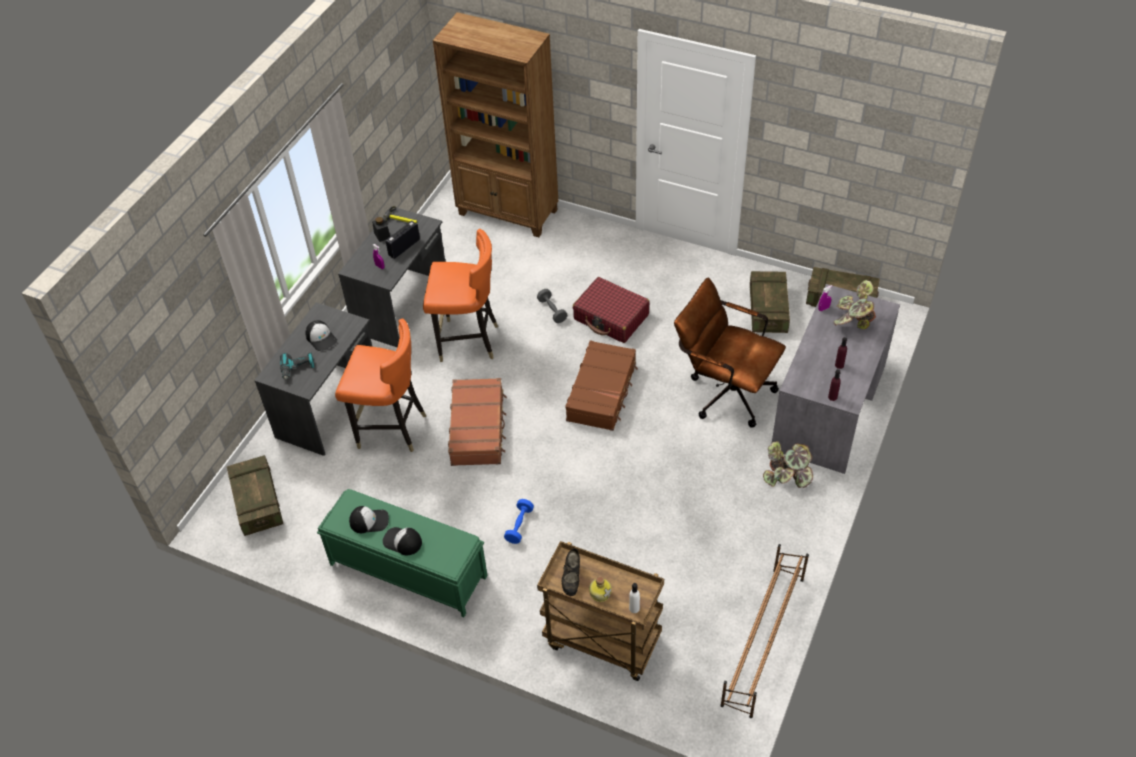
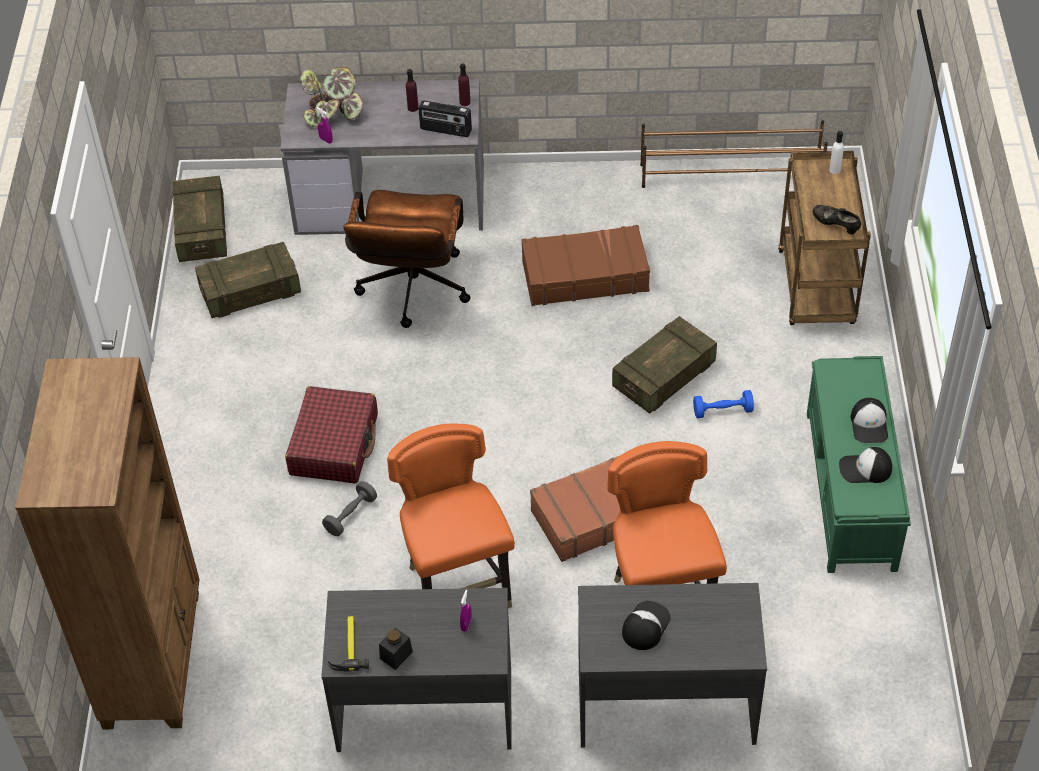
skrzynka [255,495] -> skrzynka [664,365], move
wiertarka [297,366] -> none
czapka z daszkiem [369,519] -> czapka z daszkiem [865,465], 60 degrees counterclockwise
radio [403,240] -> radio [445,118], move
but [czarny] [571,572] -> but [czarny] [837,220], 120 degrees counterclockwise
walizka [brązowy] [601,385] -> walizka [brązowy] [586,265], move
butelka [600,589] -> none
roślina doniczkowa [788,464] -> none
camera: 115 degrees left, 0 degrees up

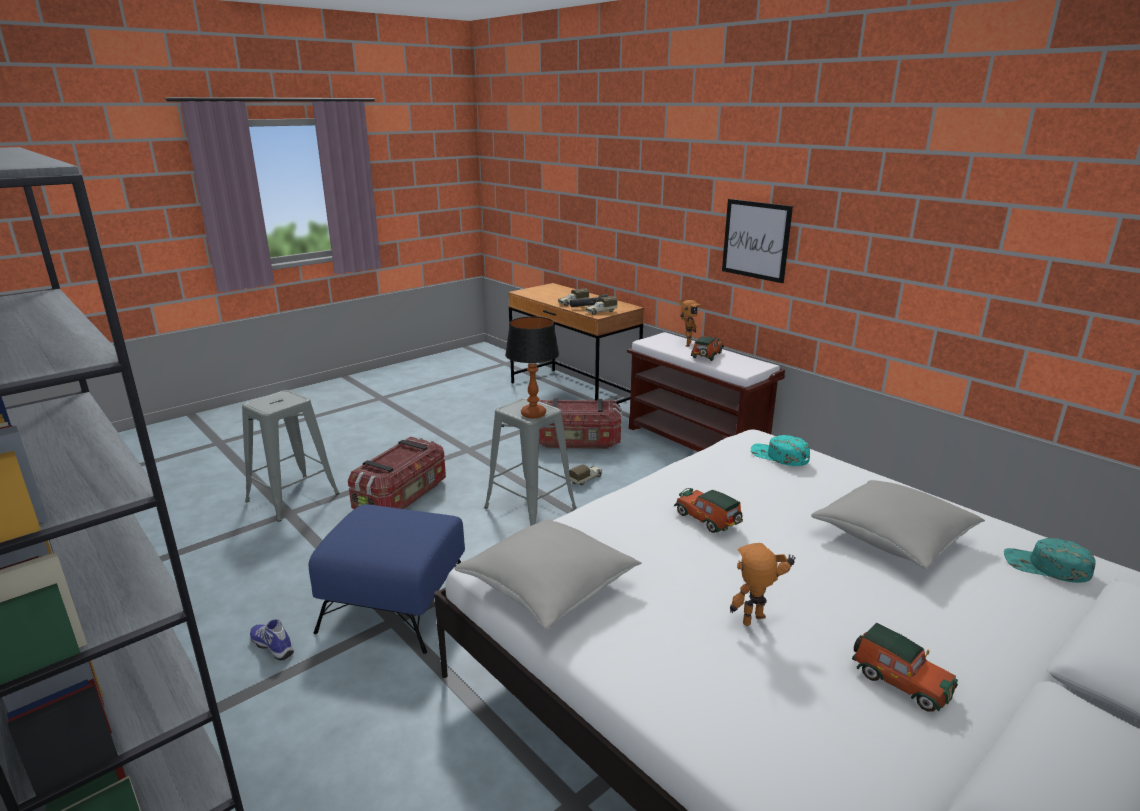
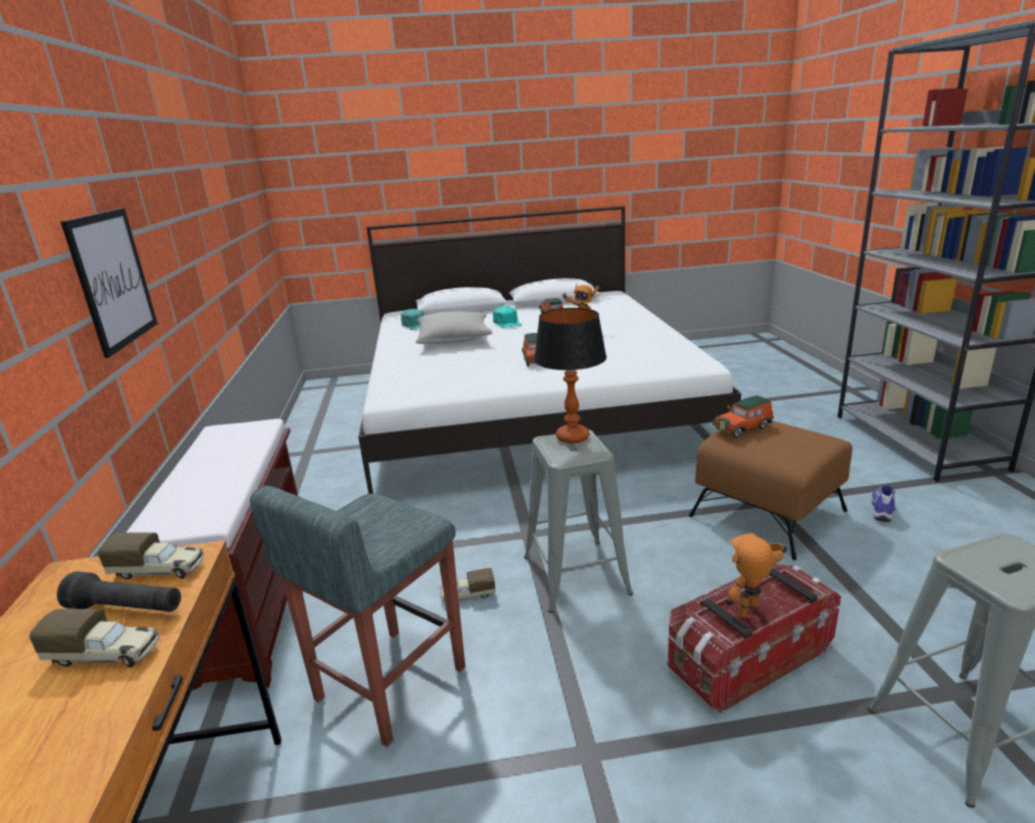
but [272,640] -> but [884,503], 135 degrees counterclockwise
pufa [niebieski] [387,579] -> pufa [brązowy] [770,490]
poduszka [szary] [547,574] -> none
pojemnik do przechowywania [581,423] -> stołek [szary] [357,616]
robot zabawkowy [690,322] -> robot zabawkowy [756,575], move
samochodzik [707,348] -> samochodzik [743,416], move
czapka z daszkiem [turkusowy] [780,450] -> czapka z daszkiem [turkusowy] [507,317], move
camera: 145 degrees left, 0 degrees up

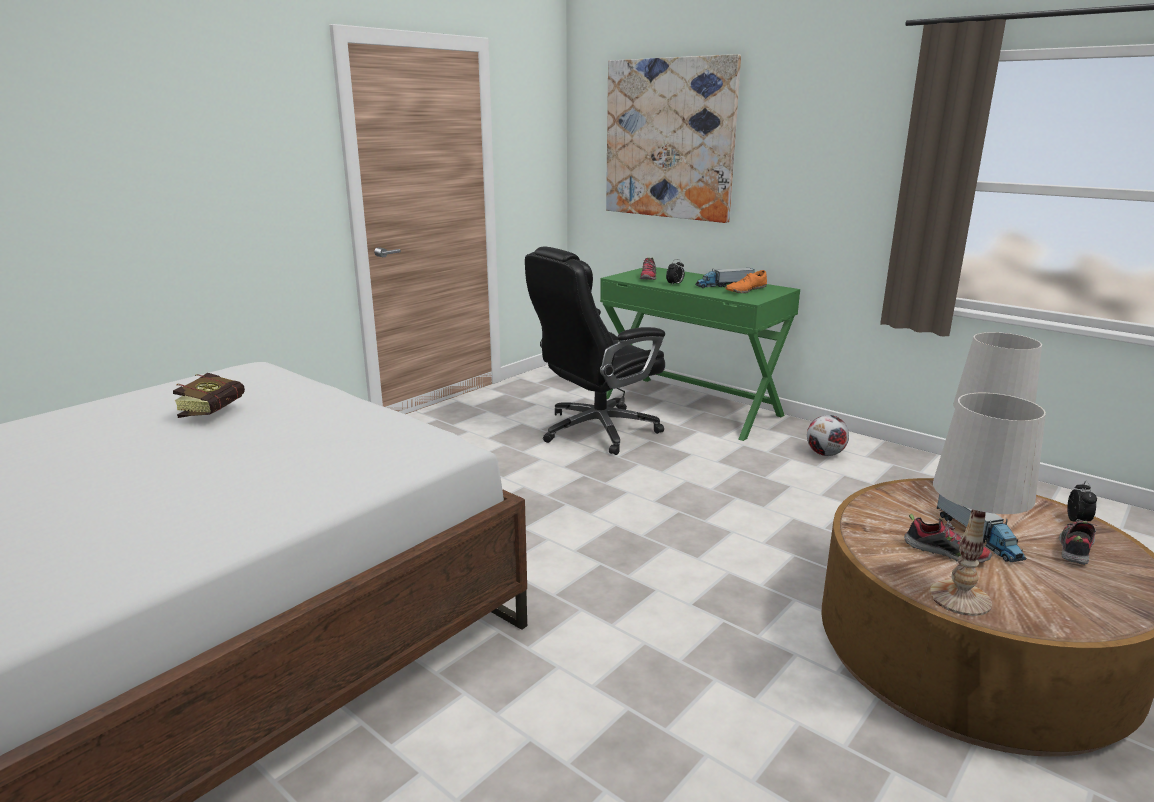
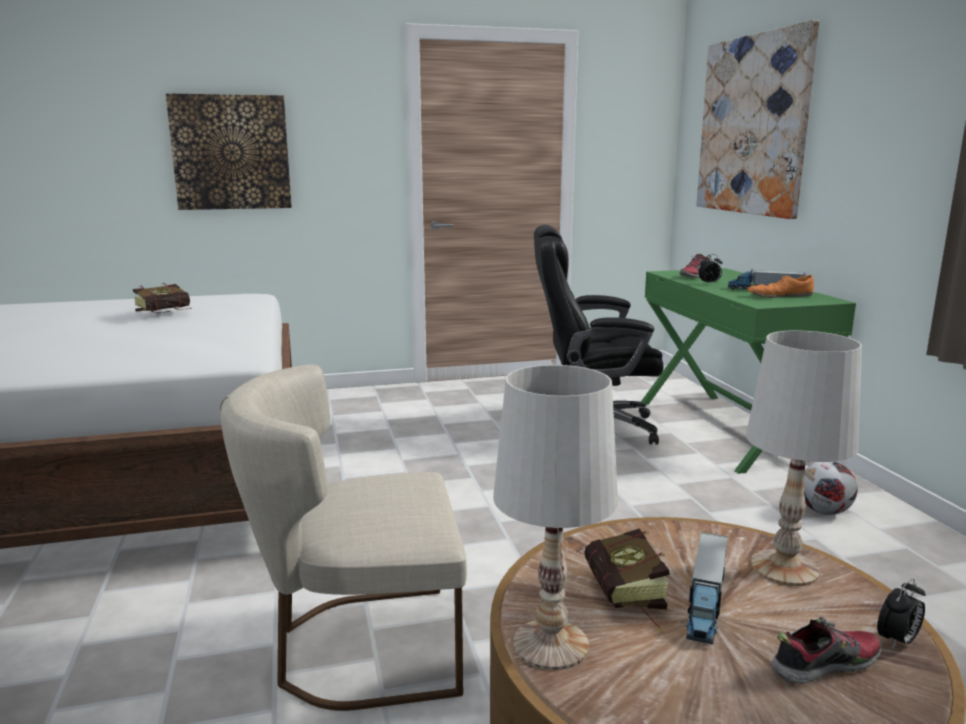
but [948,538] -> książka [627,580]
none -> obraz [229,151]
none -> krzesło [beżowy] [343,537]
camera: 35 degrees right, 5 degrees down

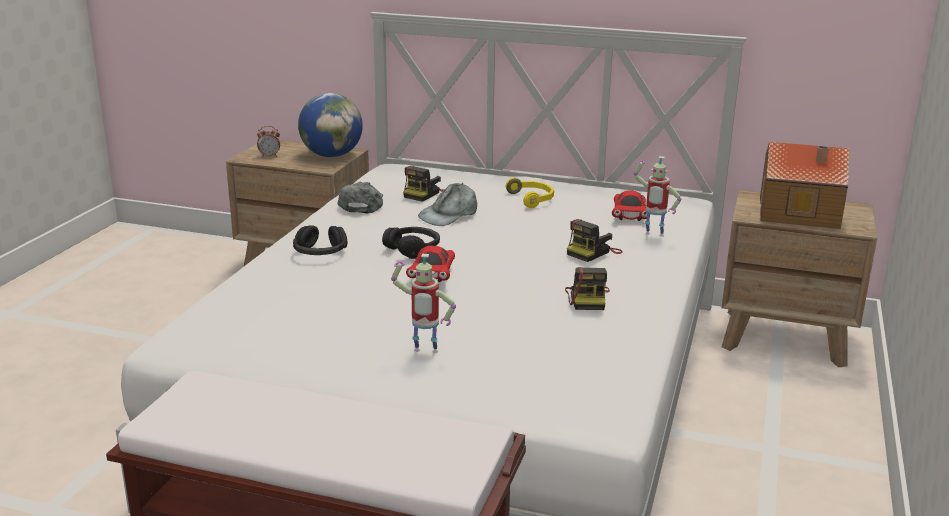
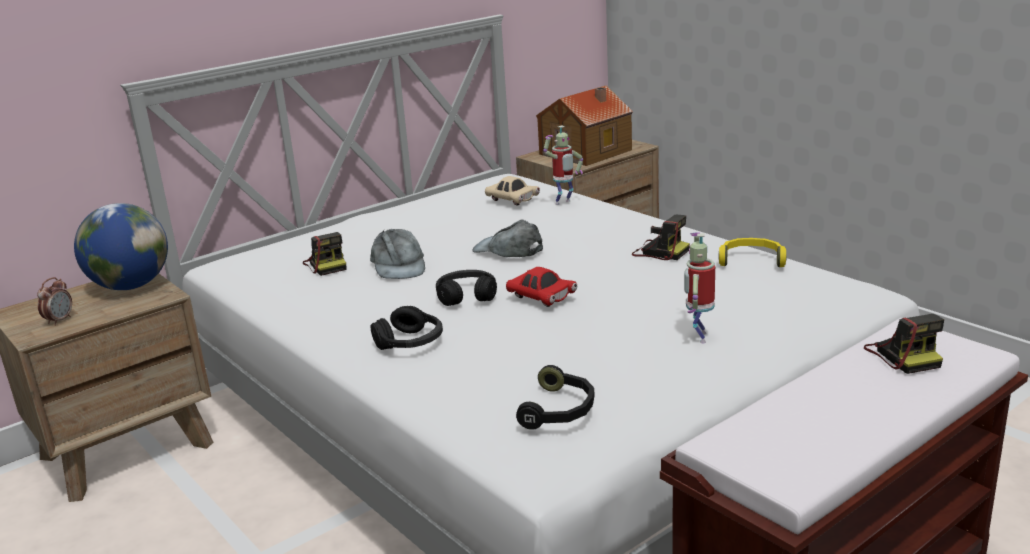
czapka z daszkiem [szary] [360,198] -> czapka z daszkiem [szary] [507,238], move
robot zabawkowy [423,303] -> robot zabawkowy [699,287], 150 degrees clockwise
słuchawki [żółty] [530,193] -> słuchawki [żółty] [752,252], move
aparat fotograficzny [595,240] -> aparat fotograficzny [904,344], move
samochodzik [czerwony] [629,205] -> samochodzik [beżowy] [512,191]
none -> słuchawki [czarny] [555,397]
camera: 55 degrees left, 0 degrees up

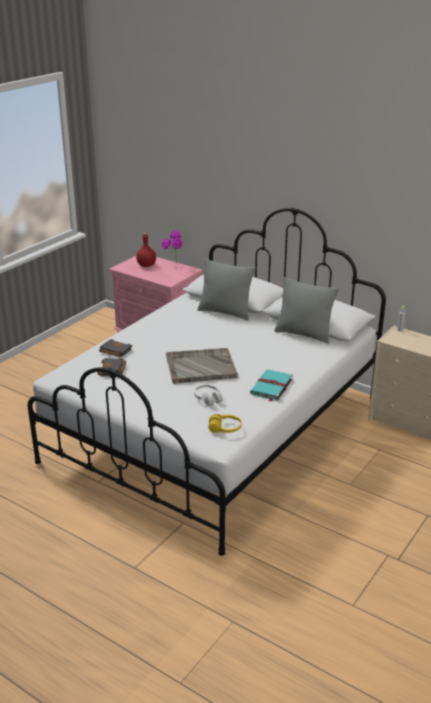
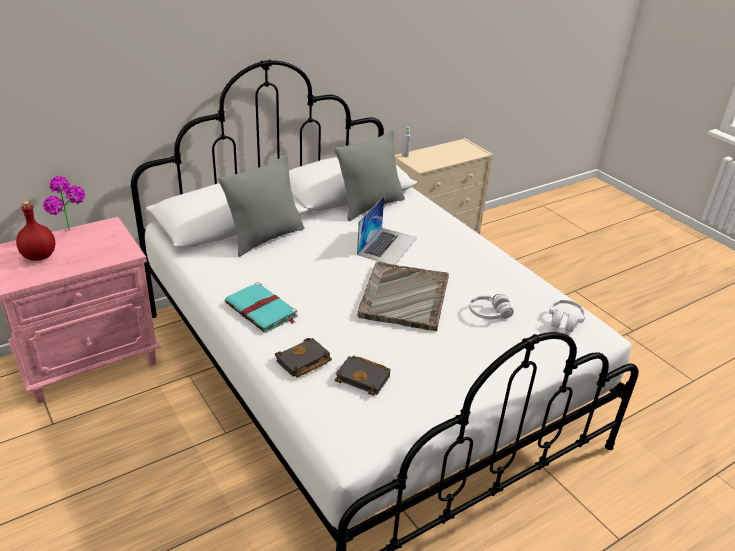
słuchawki [żółty] [225,423] -> słuchawki [biały] [567,316]
książka [turkusowy] [271,386] -> książka [turkusowy] [261,307], move
none -> laptop [387,230]
camera: 70 degrees left, 5 degrees up

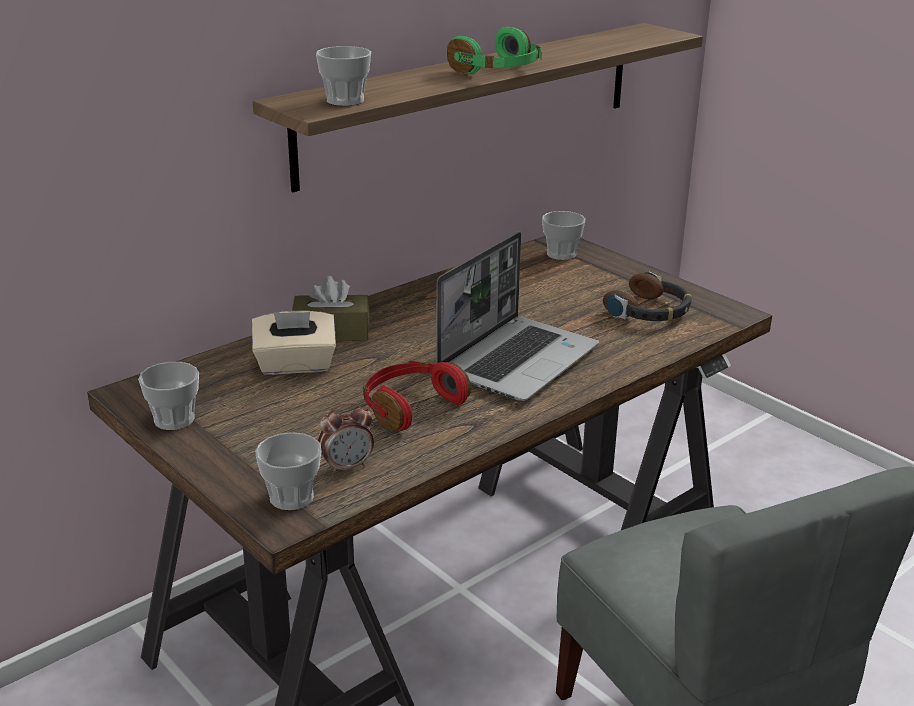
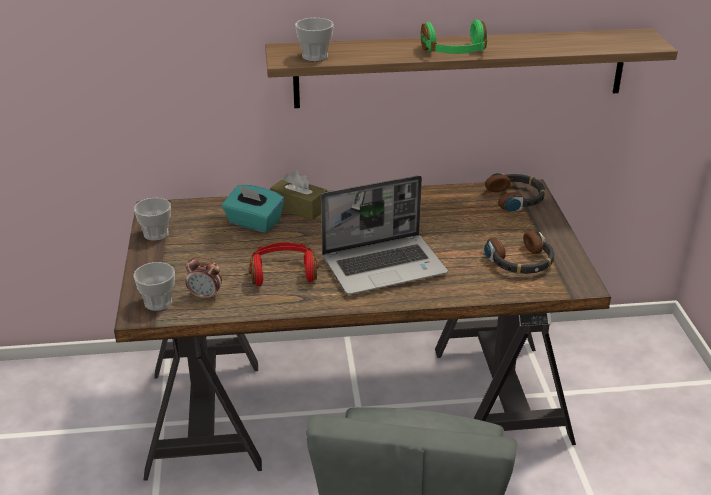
pudełko chusteczek [beżowy] [294,343] -> pudełko chusteczek [turkusowy] [253,209]
filiżanka [563,235] -> słuchawki [515,192]
camera: 35 degrees right, 5 degrees up

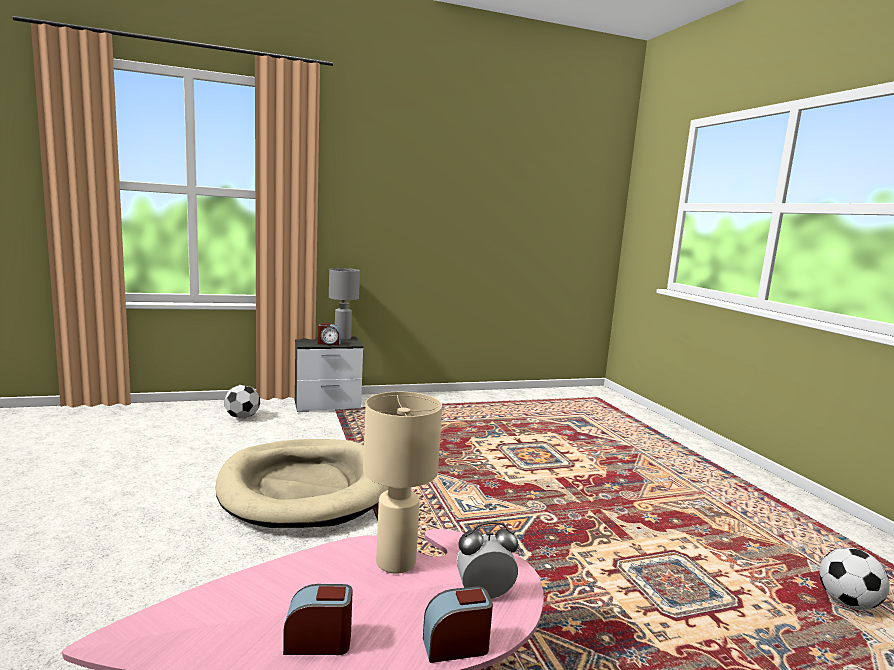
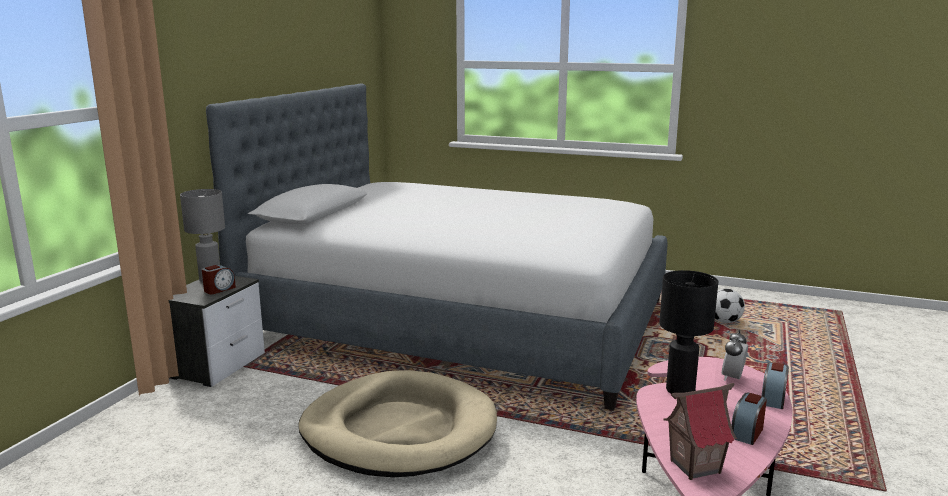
piłka futbolowa [242,402] -> none
lampa stołowa [beżowy] [402,483] -> lampa stołowa [czarny] [689,332]
none -> łóżko [436,247]
none -> domek [700,431]
camera: 50 degrees left, 5 degrees up

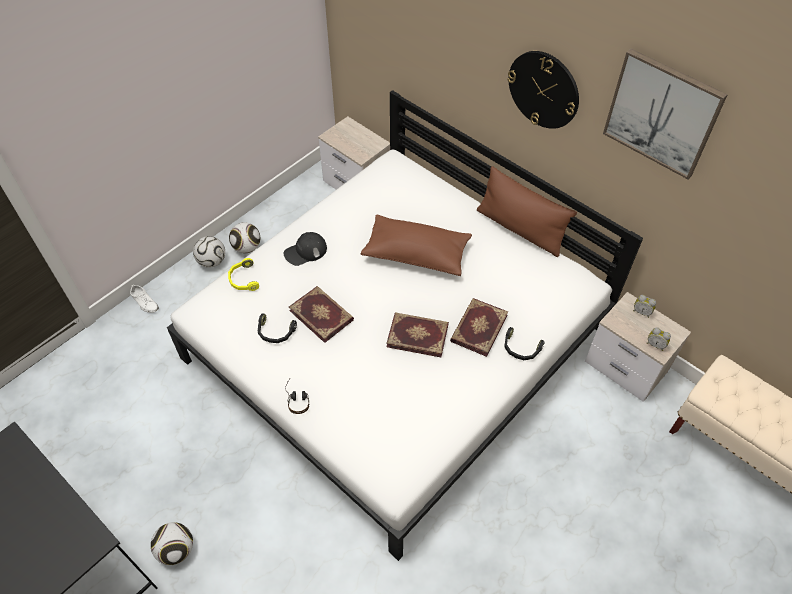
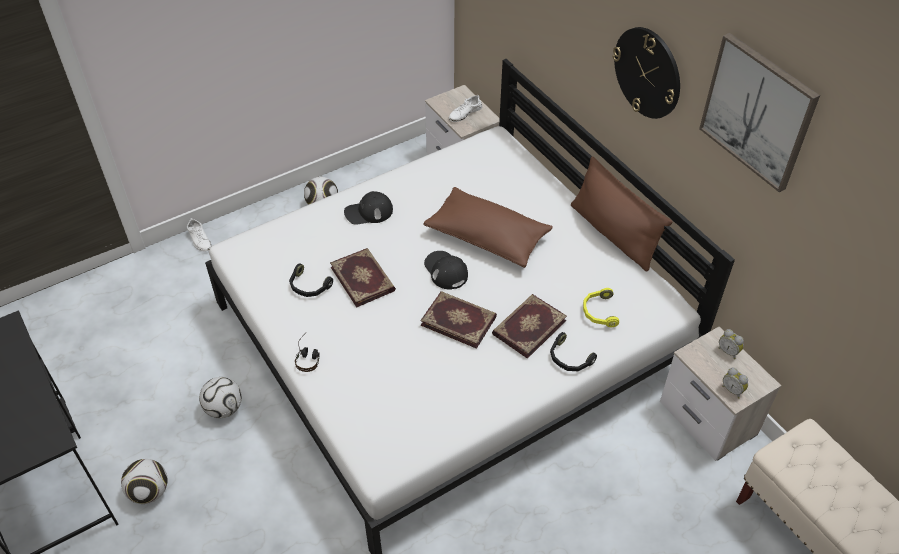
piłka futbolowa [209,252] -> piłka futbolowa [220,397], move
słuchawki [żółty] [243,274] -> słuchawki [żółty] [601,307], move
none -> czapka z daszkiem [czarny] [446,270]
none -> but [biały] [465,108]
camera: 15 degrees right, 5 degrees down

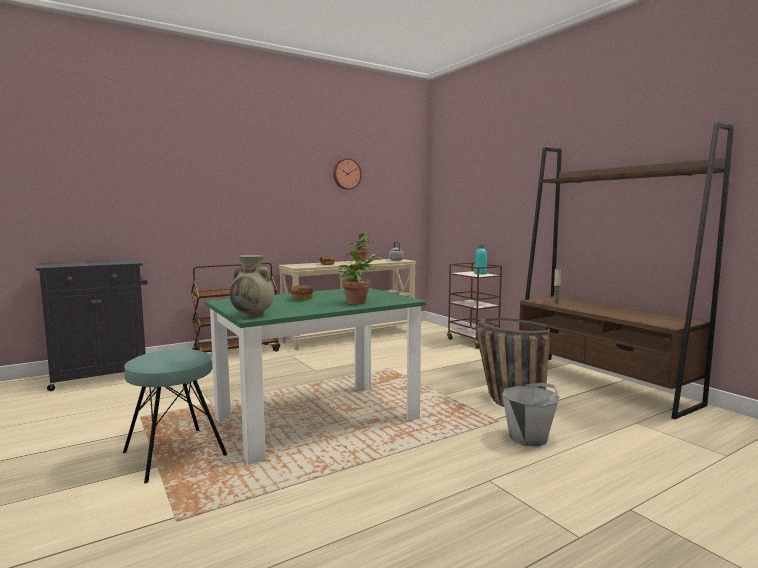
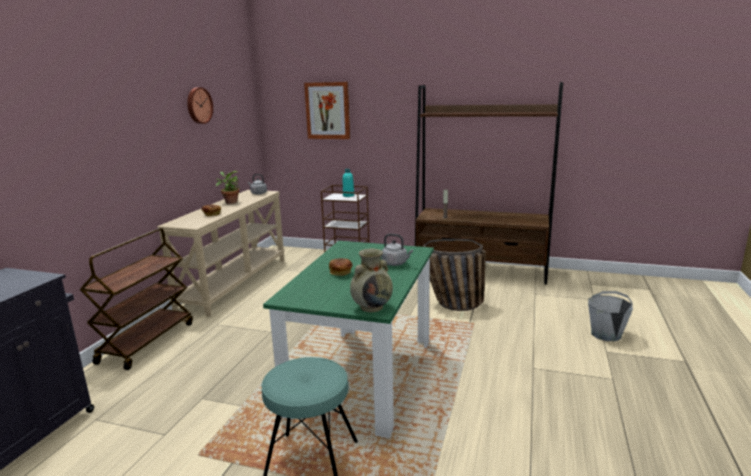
roślina doniczkowa [359,277] -> czajnik [szary] [397,250]
wiadro [szary] [530,415] -> wiadro [szary] [610,316], move
none -> obraz [327,110]
camera: 40 degrees left, 10 degrees up

